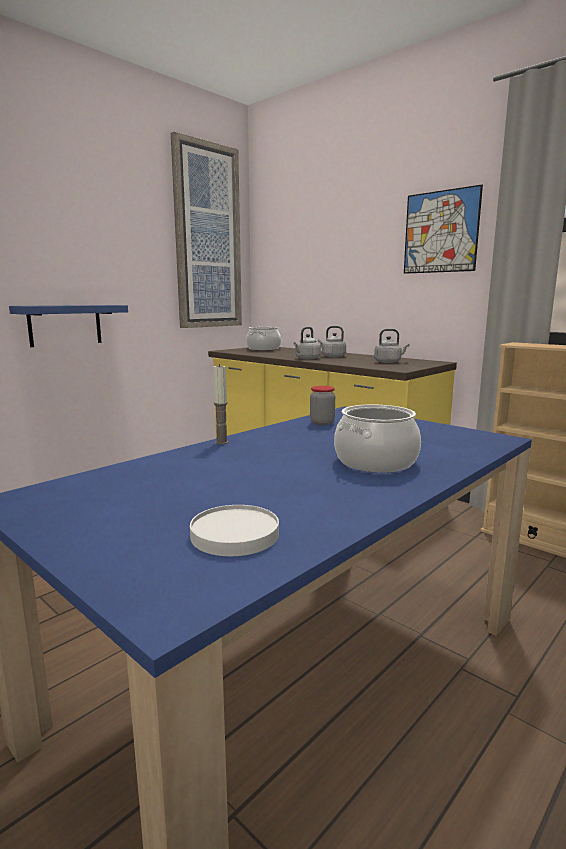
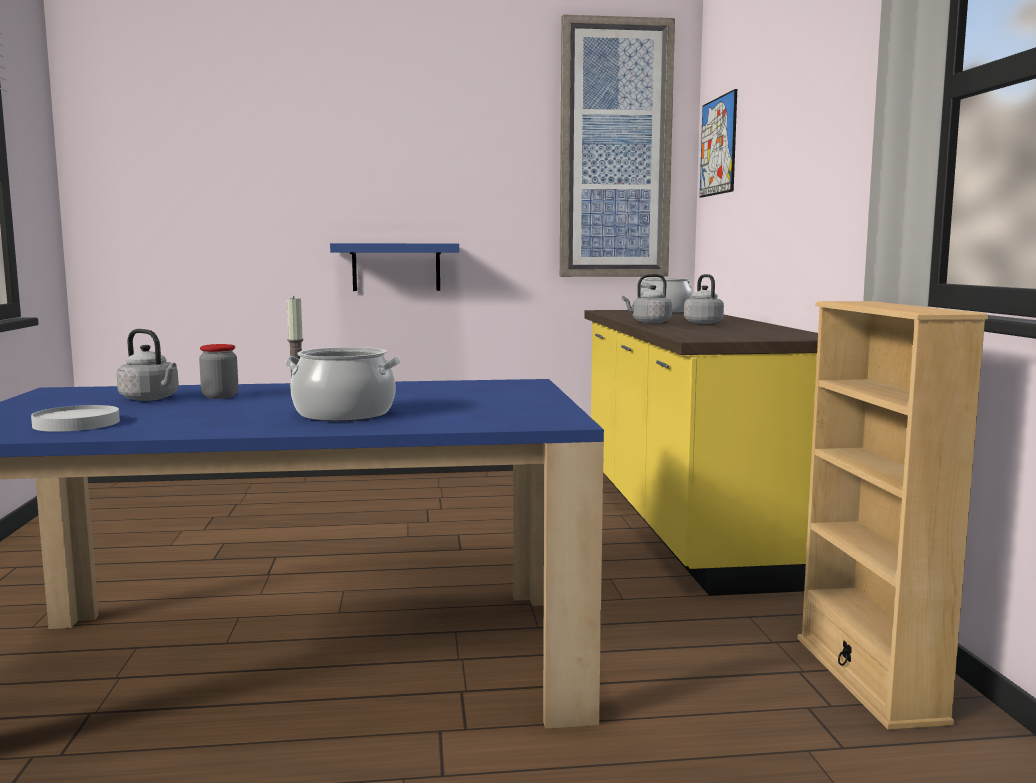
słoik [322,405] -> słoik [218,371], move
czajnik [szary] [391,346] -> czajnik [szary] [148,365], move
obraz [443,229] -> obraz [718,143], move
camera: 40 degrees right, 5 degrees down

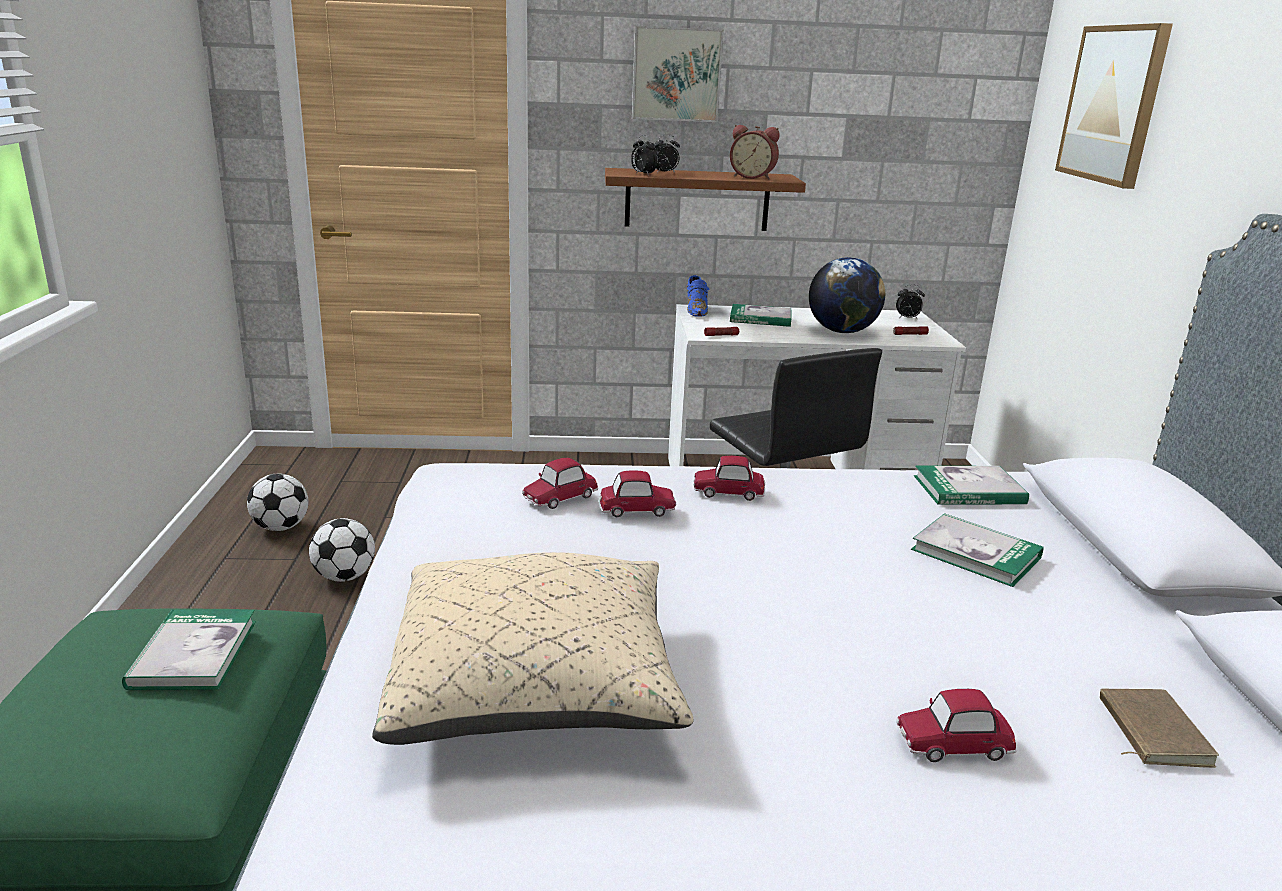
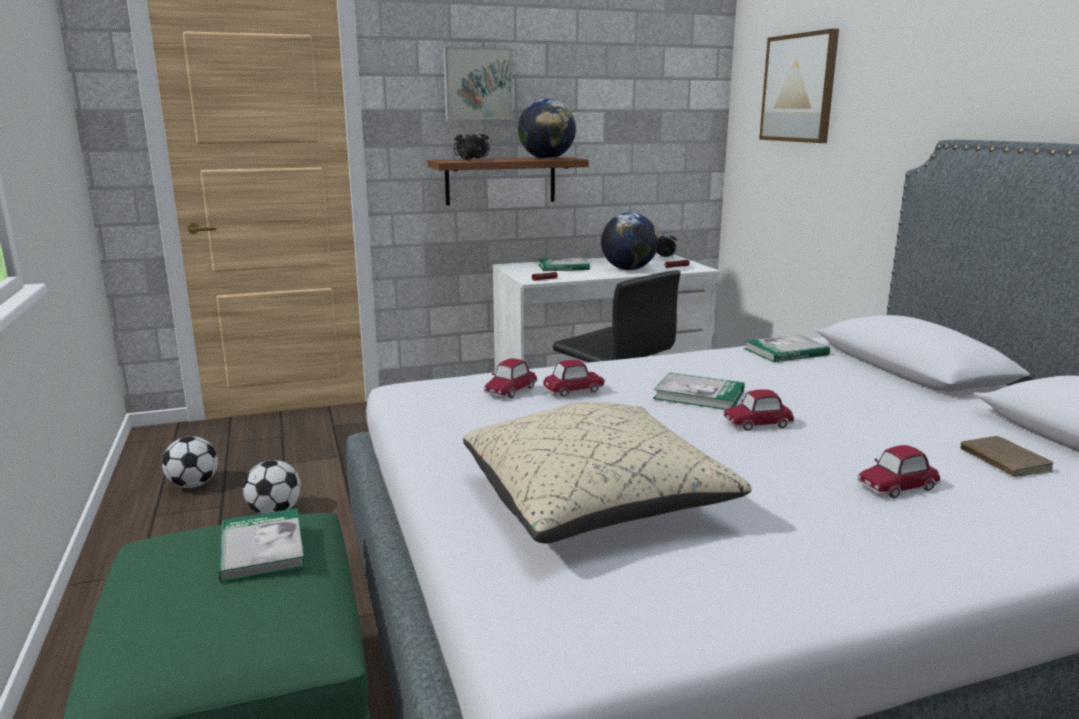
but [niebieski] [698,296] -> none
samochodzik [729,478] -> samochodzik [758,410], move
budzik [754,152] -> globus [547,129]
książka [977,550] -> książka [699,391], move
camera: 15 degrees left, 5 degrees down

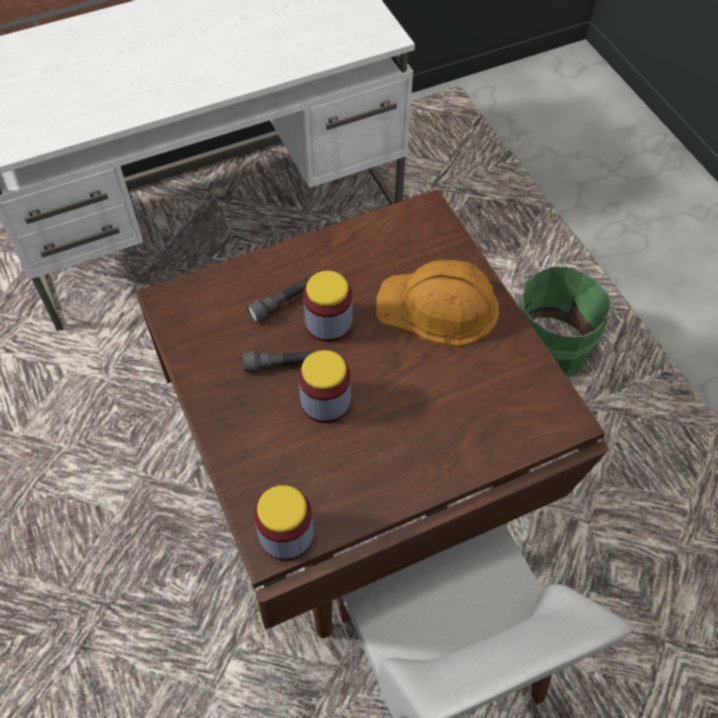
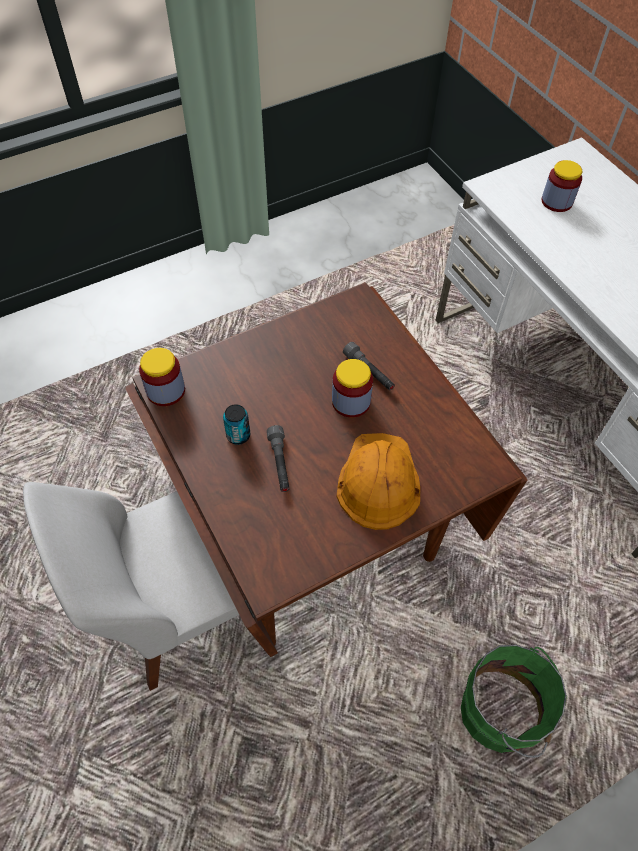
latarka [szary] [279,361] -> latarka [szary] [278,458], move
słoik [324,386] -> słoik [561,186], move
none -> puszka [236,424]
camera: 85 degrees right, 0 degrees up

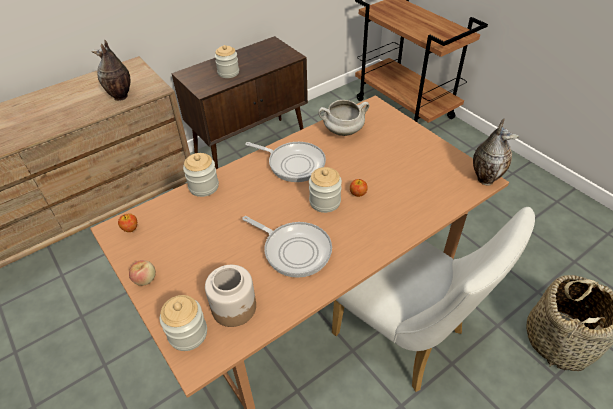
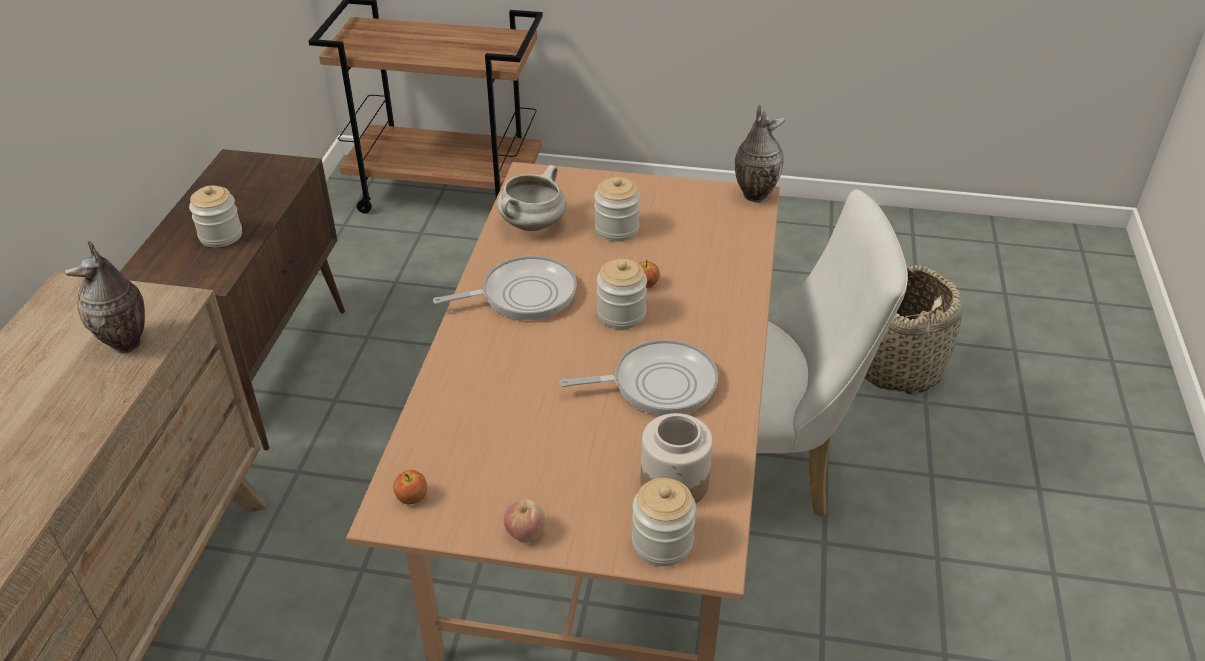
słoik [201,175] -> słoik [617,209], move
camera: 45 degrees left, 5 degrees down

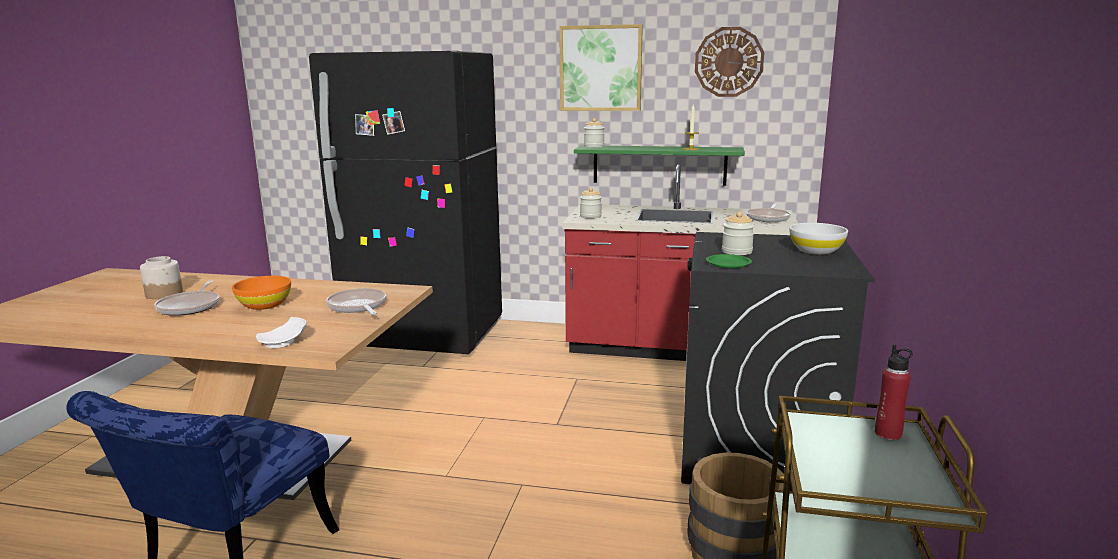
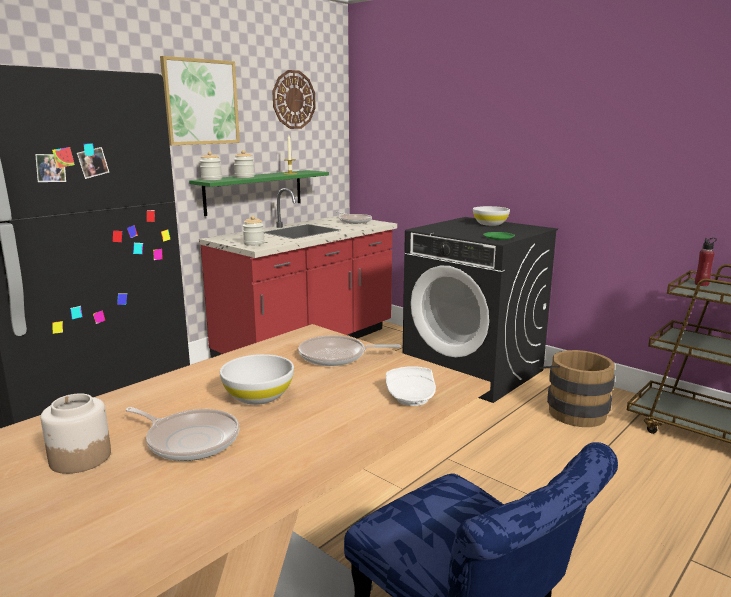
miska [pomarańczowy] [261,293] -> miska [biały] [257,379]
słoik [738,233] -> słoik [244,164], move
camera: 60 degrees left, 0 degrees up

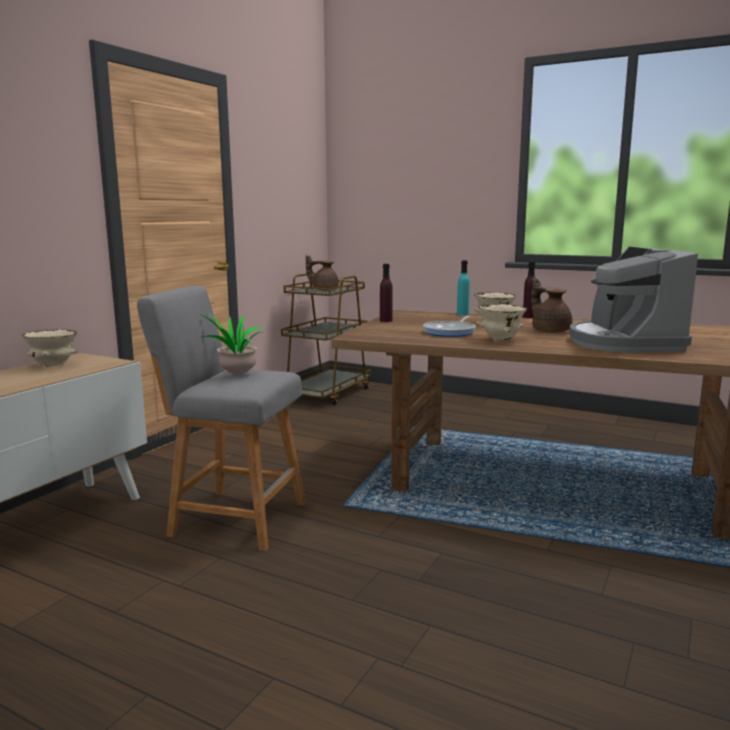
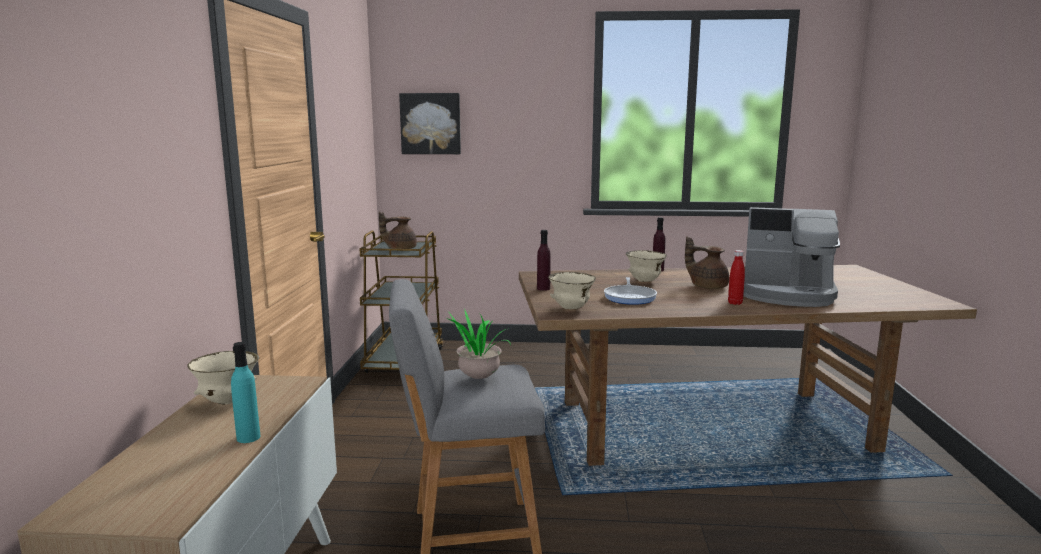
butelka [turkusowy] [463,287] -> butelka [turkusowy] [246,392], move
miska [beżowy] [502,322] -> miska [beżowy] [572,290], move
ekspres do kawy [633,299] -> ekspres do kawy [791,257], 45 degrees counterclockwise
none -> obraz [430,123]
none -> butelka [czerwony] [736,277]
camera: 25 degrees left, 0 degrees up

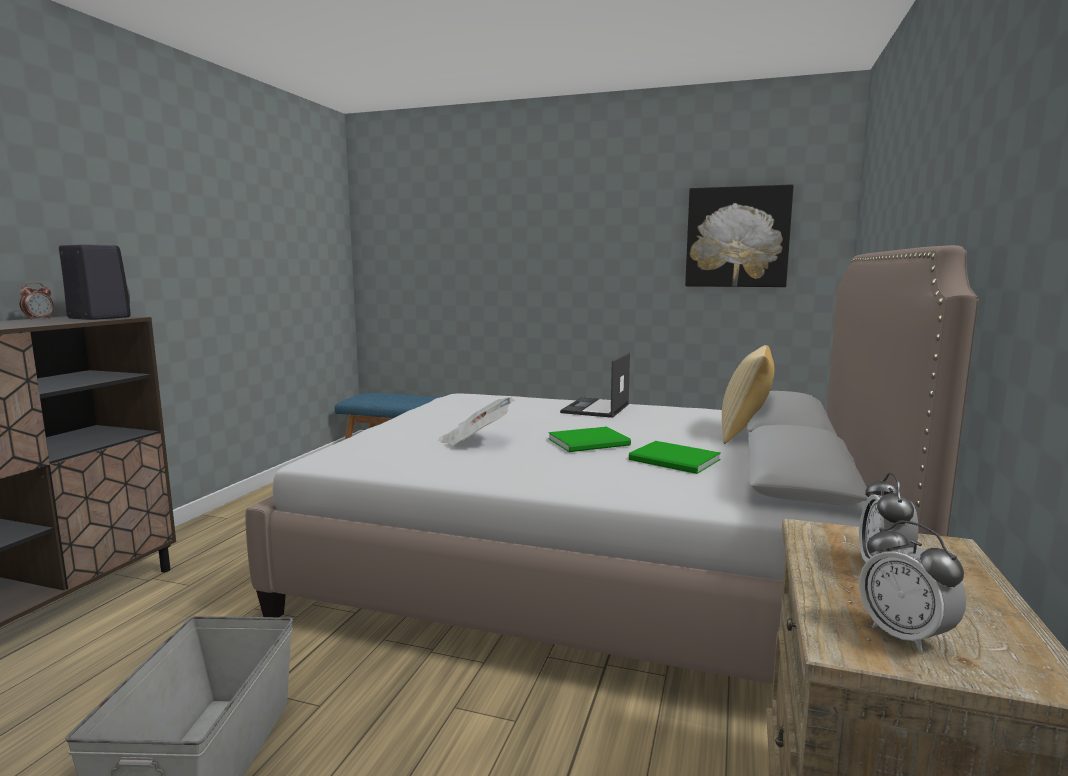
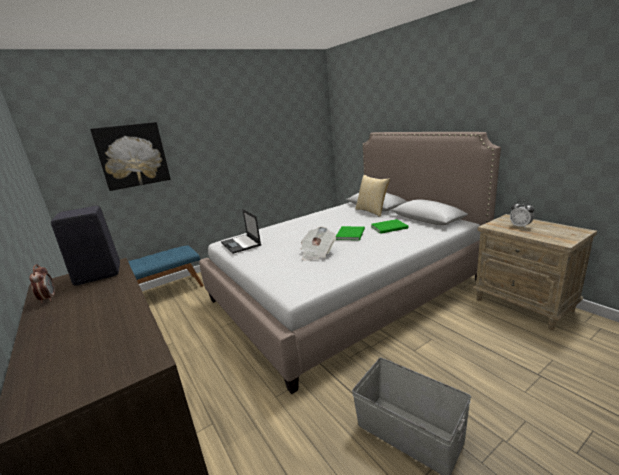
laptop [595,385] -> laptop [241,231], move
obraz [739,235] -> obraz [130,156], move
budzik [912,587] -> none
camera: 50 degrees left, 10 degrees up

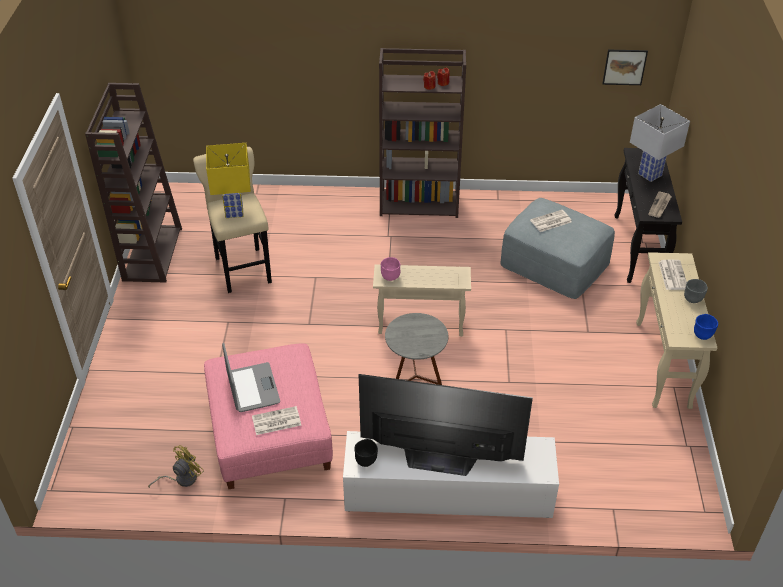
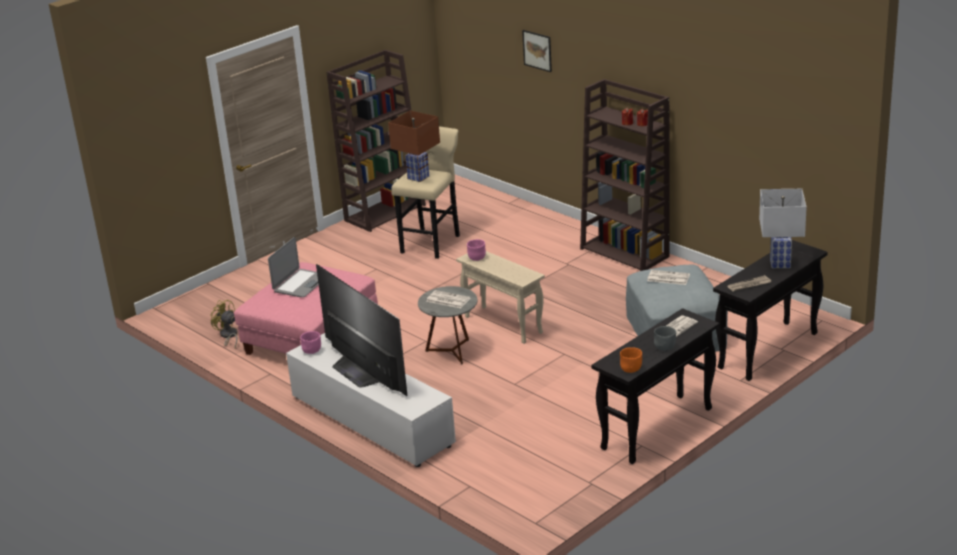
wentylator [żółty] [176,466] -> wentylator [żółty] [223,324], 135 degrees counterclockwise
lampa stołowa [żółty] [228,180] -> lampa stołowa [brązowy] [414,146]
gazeta [276,420] -> gazeta [448,299], move
miska [czarny] [366,453] -> miska [różowy] [310,342]
obraz [625,67] -> obraz [537,51], move
stolik konsolowy [beżowy] [676,330] -> stolik konsolowy [czarny] [656,386]
miska [niebieski] [706,327] -> miska [pomarańczowy] [631,360]
camera: 45 degrees right, 15 degrees down

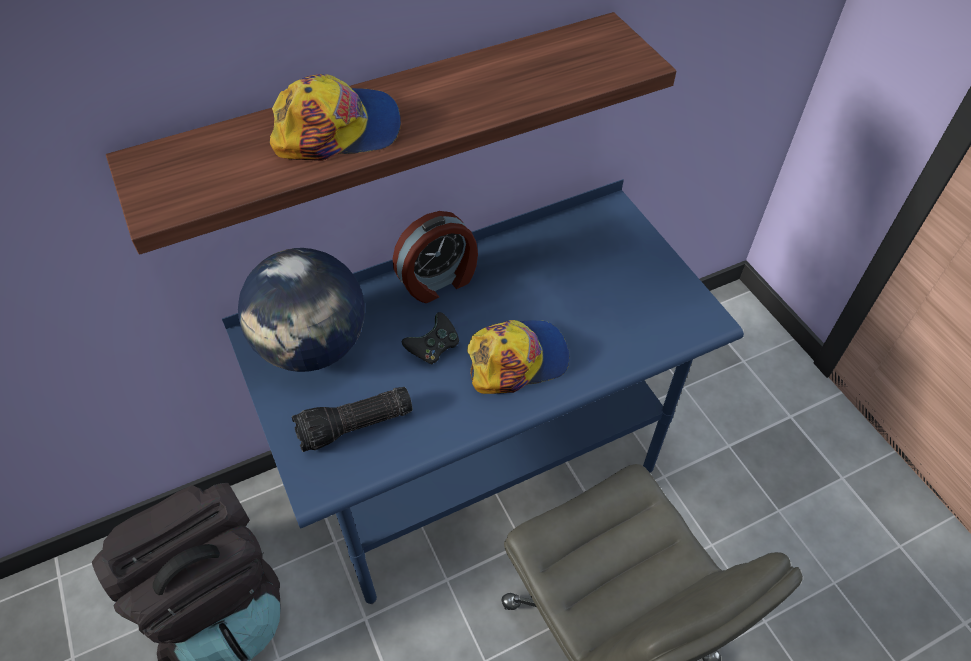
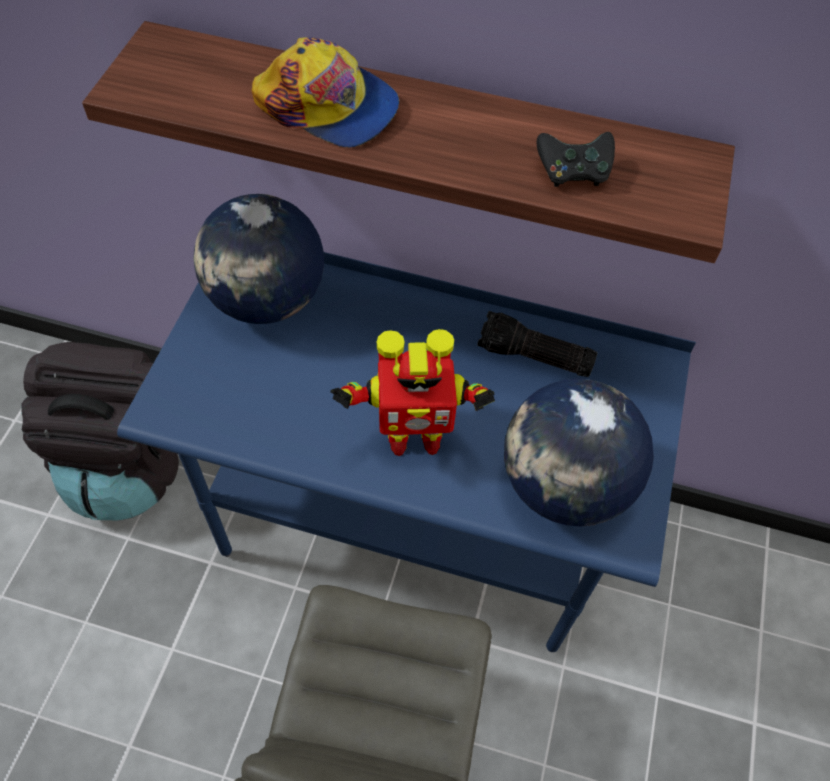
latarka [352,419] -> latarka [537,344], move
budzik [435,257] -> none
pad do gier [czarny] [430,338] -> pad do gier [czarny] [576,159], move
czapka z daszkiem [518,357] -> robot zabawkowy [412,392]
none -> globus [579,452]
camera: 40 degrees right, 5 degrees up

